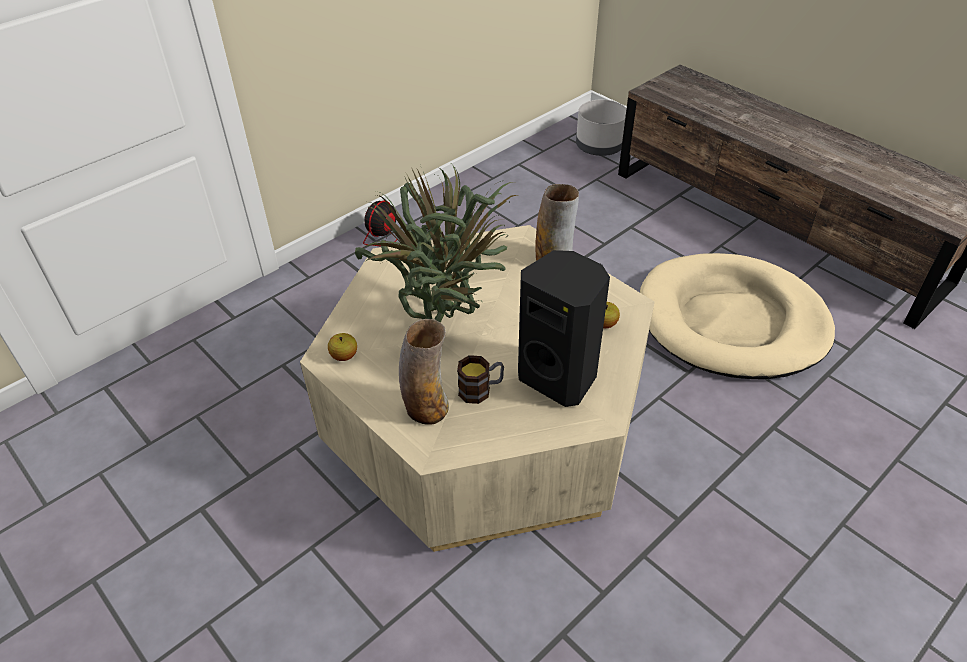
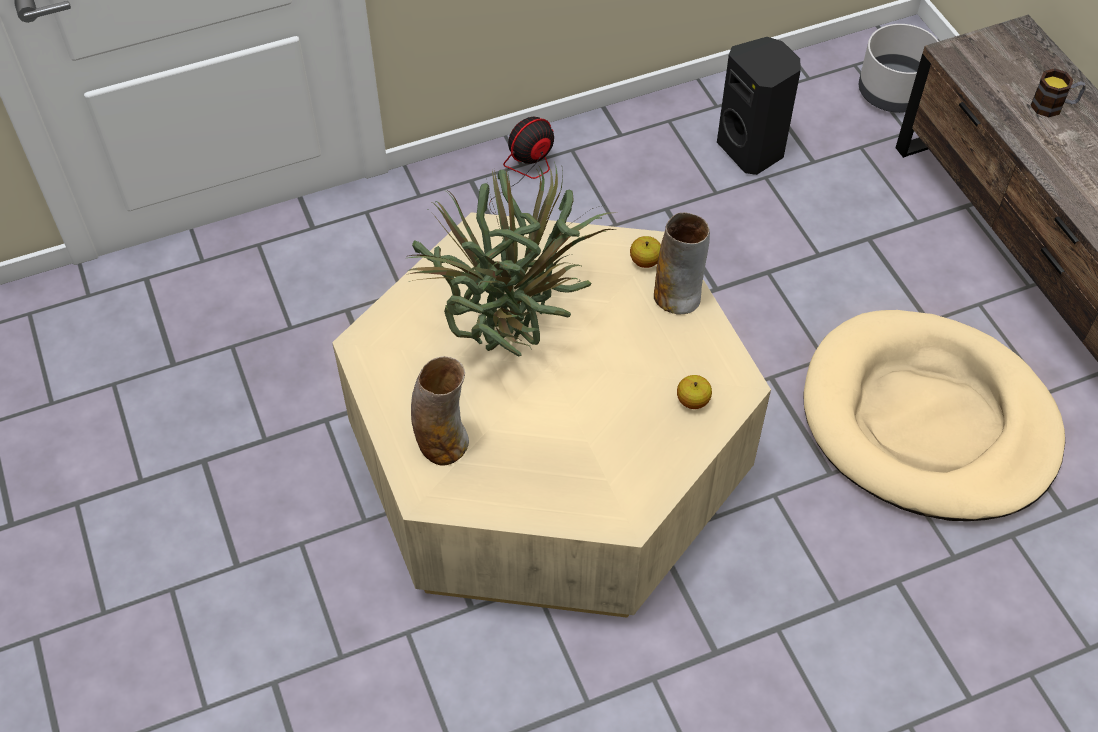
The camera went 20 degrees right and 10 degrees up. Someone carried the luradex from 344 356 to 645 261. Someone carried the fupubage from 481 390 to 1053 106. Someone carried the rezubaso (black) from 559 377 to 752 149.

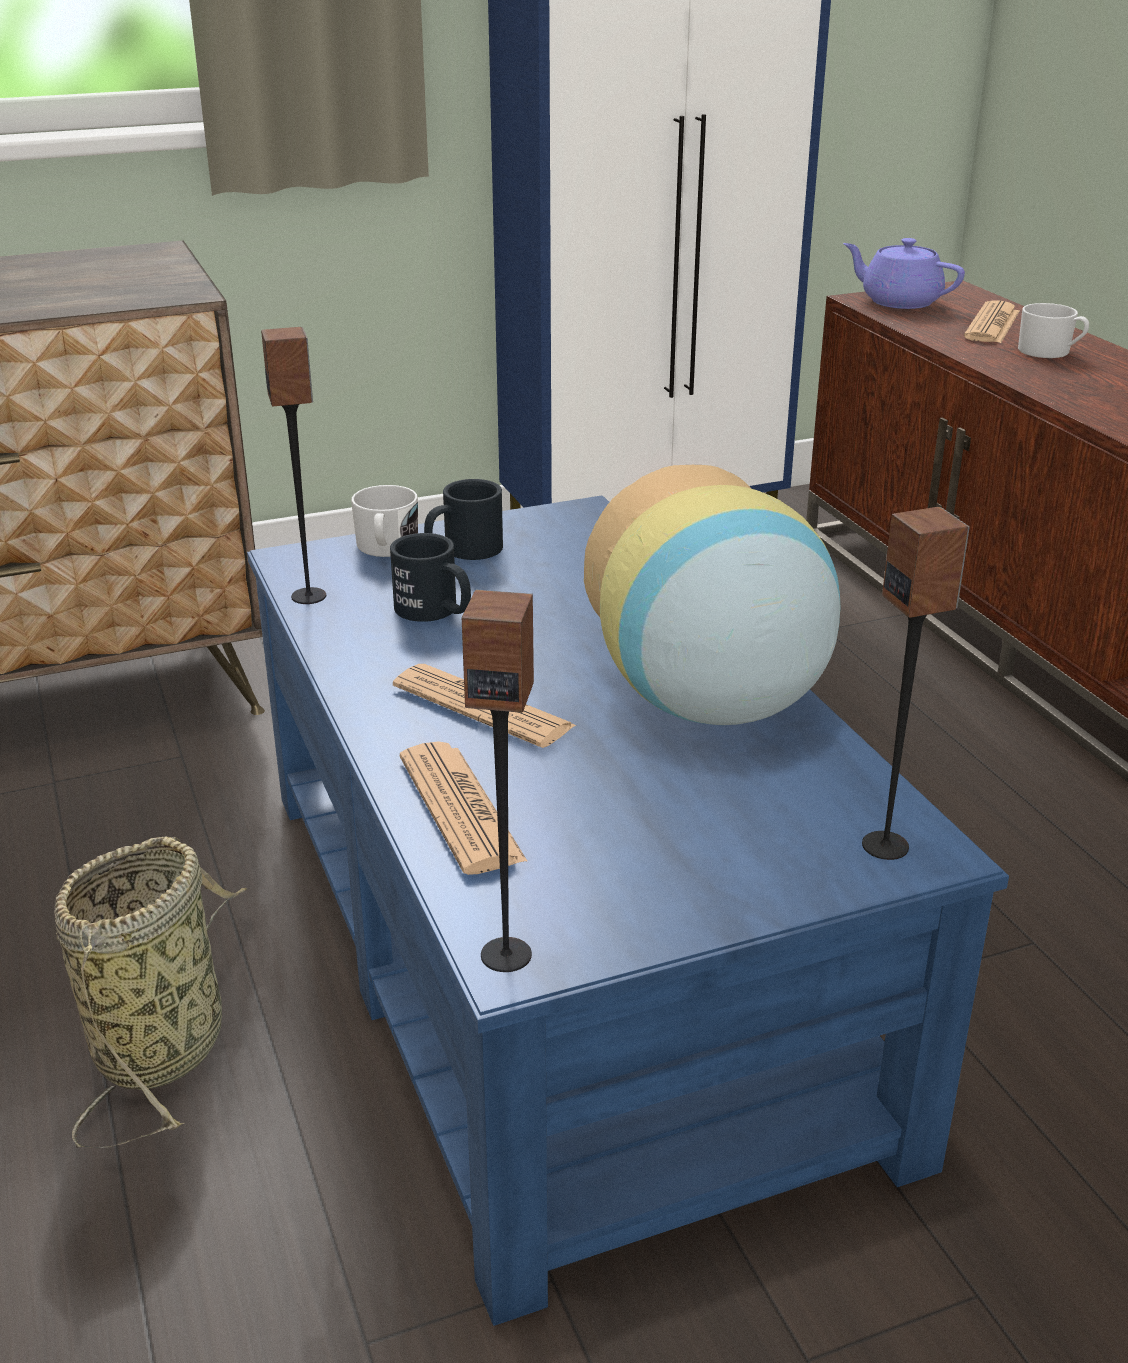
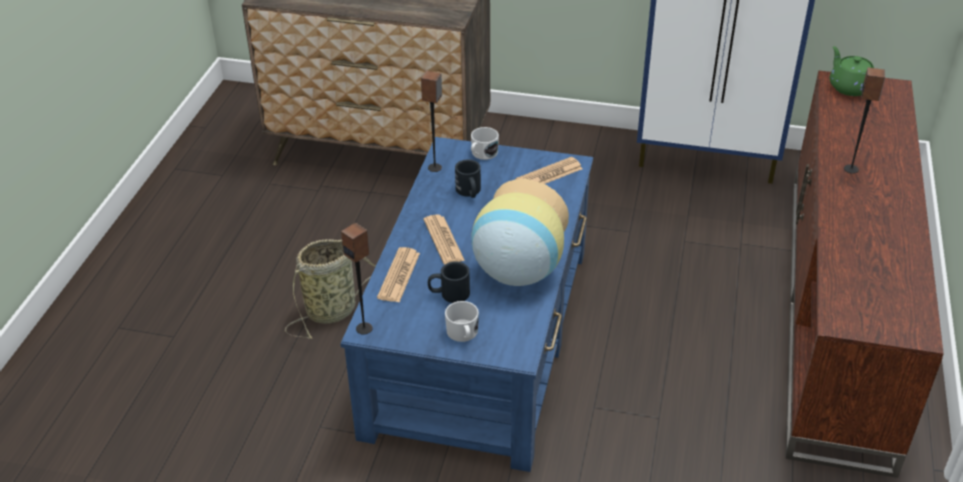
The camera went 35 degrees right and 10 degrees up. Someone carried the fupubage (black) from 463 551 to 449 294. Someone repainted the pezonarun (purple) at 899 301, which became the pezonarun (green) at 849 87. Someone carried the rezubaso from 886 846 to 851 169. Someone carried the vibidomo from 992 325 to 549 175. Someone carried the fupubage (white) from 1050 352 to 463 334.

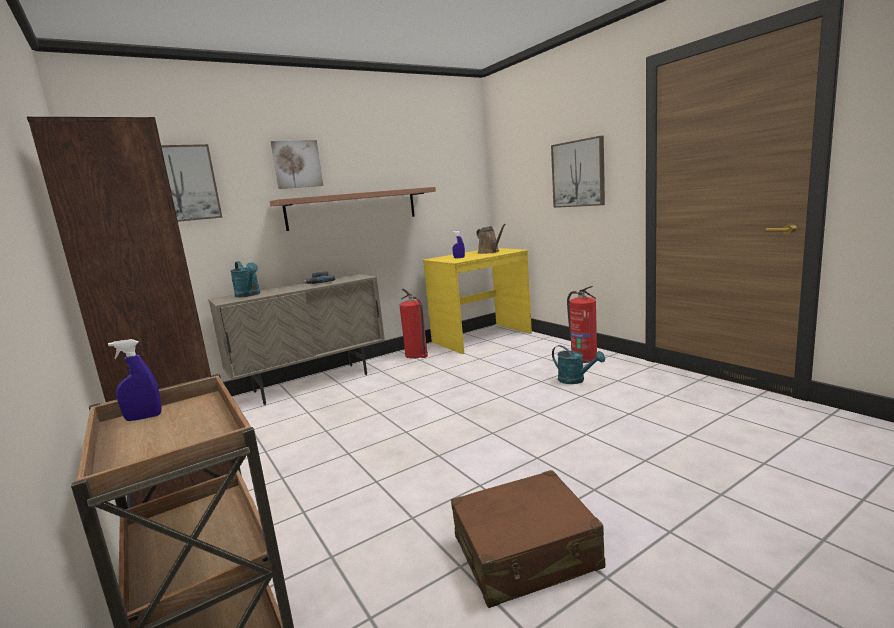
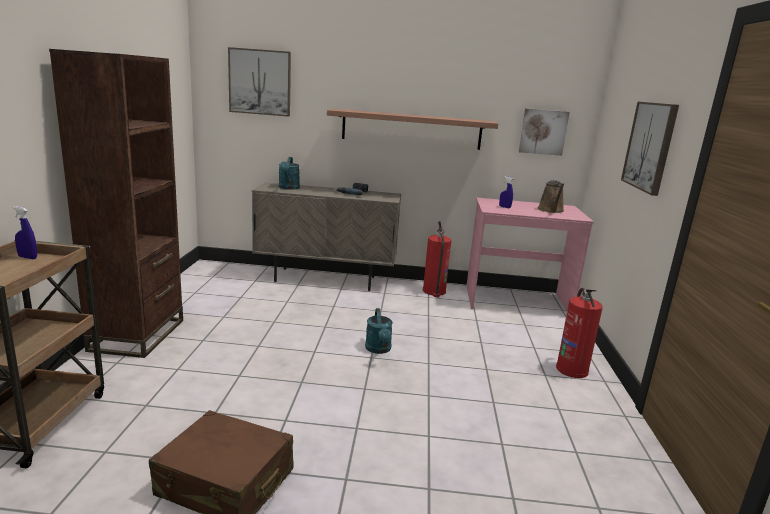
The camera went 35 degrees right and 5 degrees up. Someone carried the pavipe from 297 164 to 543 132. Someone repainted the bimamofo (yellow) at 482 338, which became the bimamofo (pink) at 516 301. Someone carried the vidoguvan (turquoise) from 575 380 to 379 350.

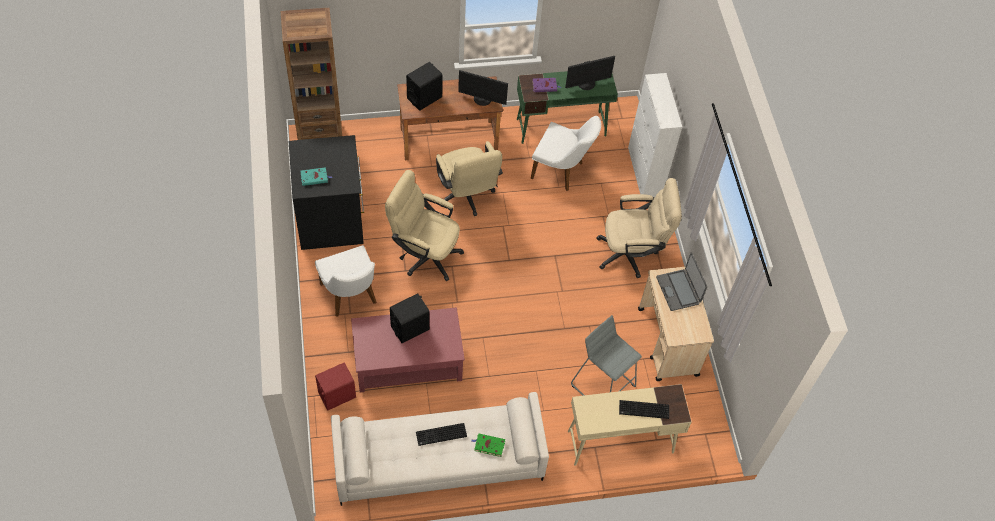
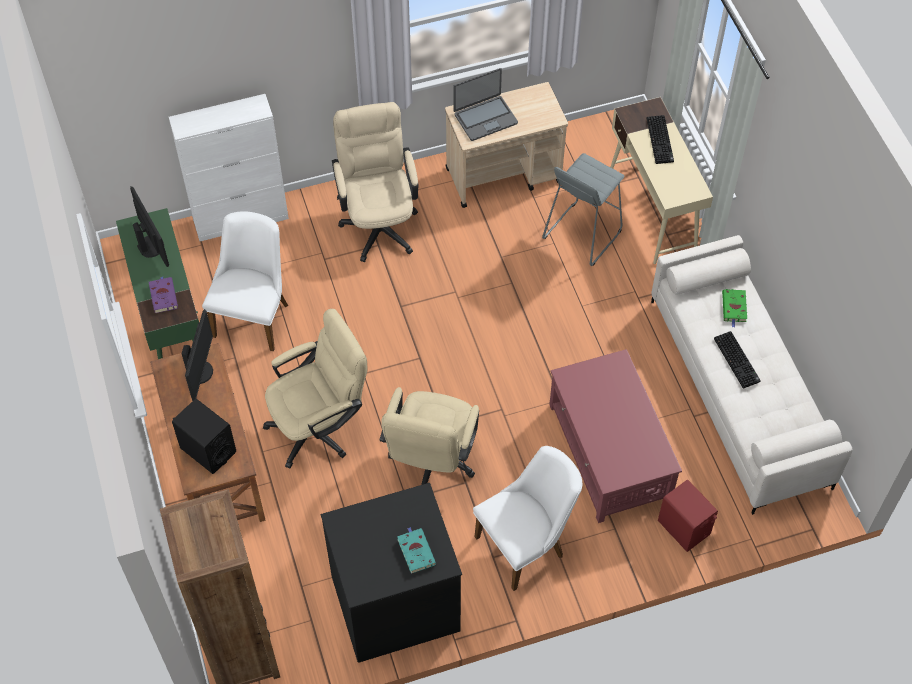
The camera went 95 degrees left and 0 degrees up. Someone took away the rezubaso (black) at 410 328.

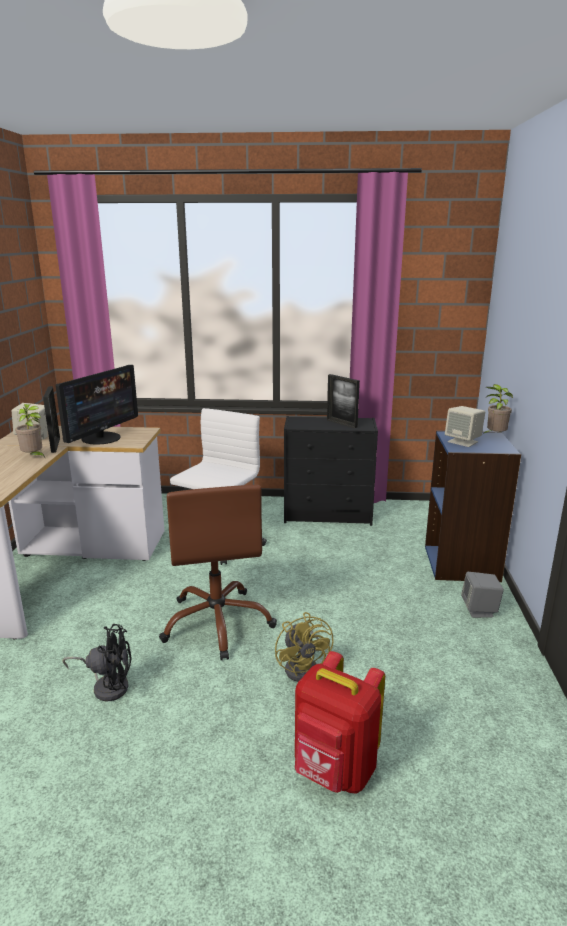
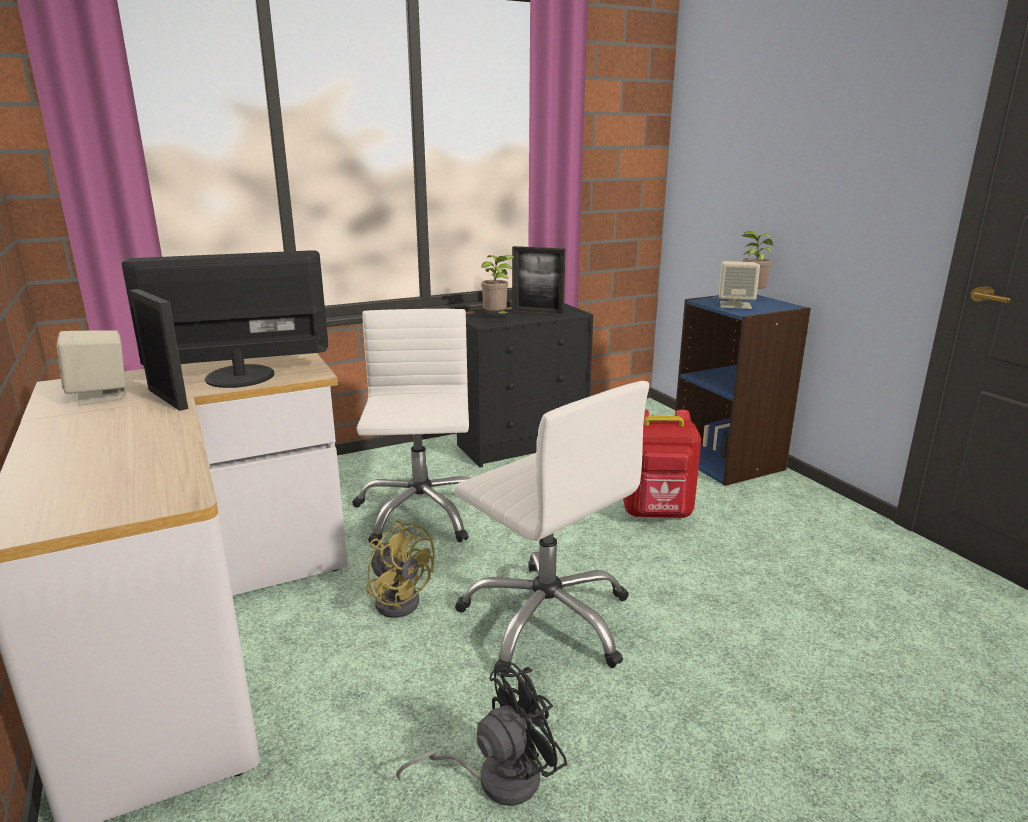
The camera went 30 degrees left and 0 degrees up. Someone carried the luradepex from 34 457 to 496 317. Someone rotated the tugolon at 102 438 by 105 degrees counterclockwise. Someone repainted the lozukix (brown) at 218 623, which became the lozukix (white) at 547 620. Someone carried the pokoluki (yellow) from 305 667 to 399 598. Someone carried the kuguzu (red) from 334 771 to 657 513. Someone took away the rezubaso (grey) at 479 610.

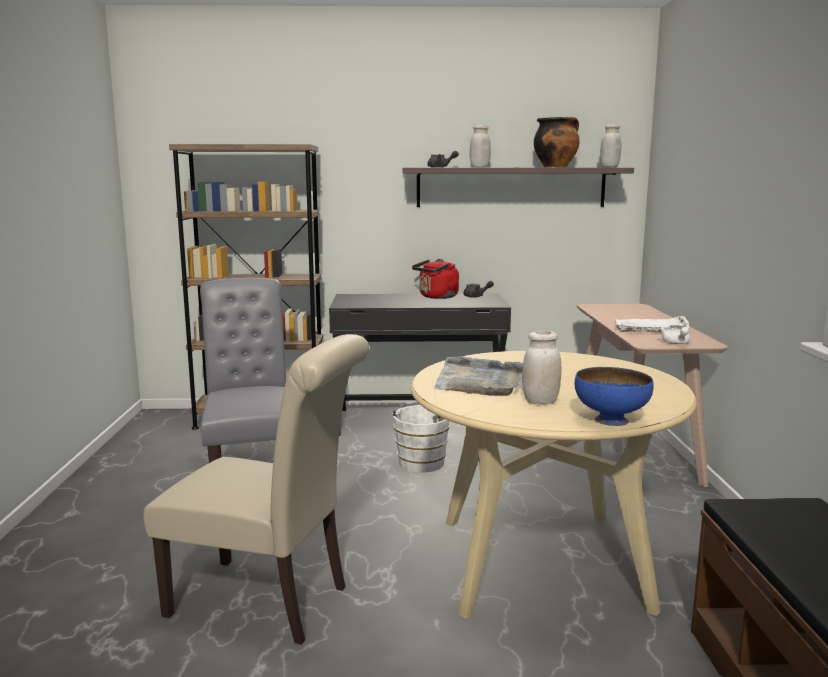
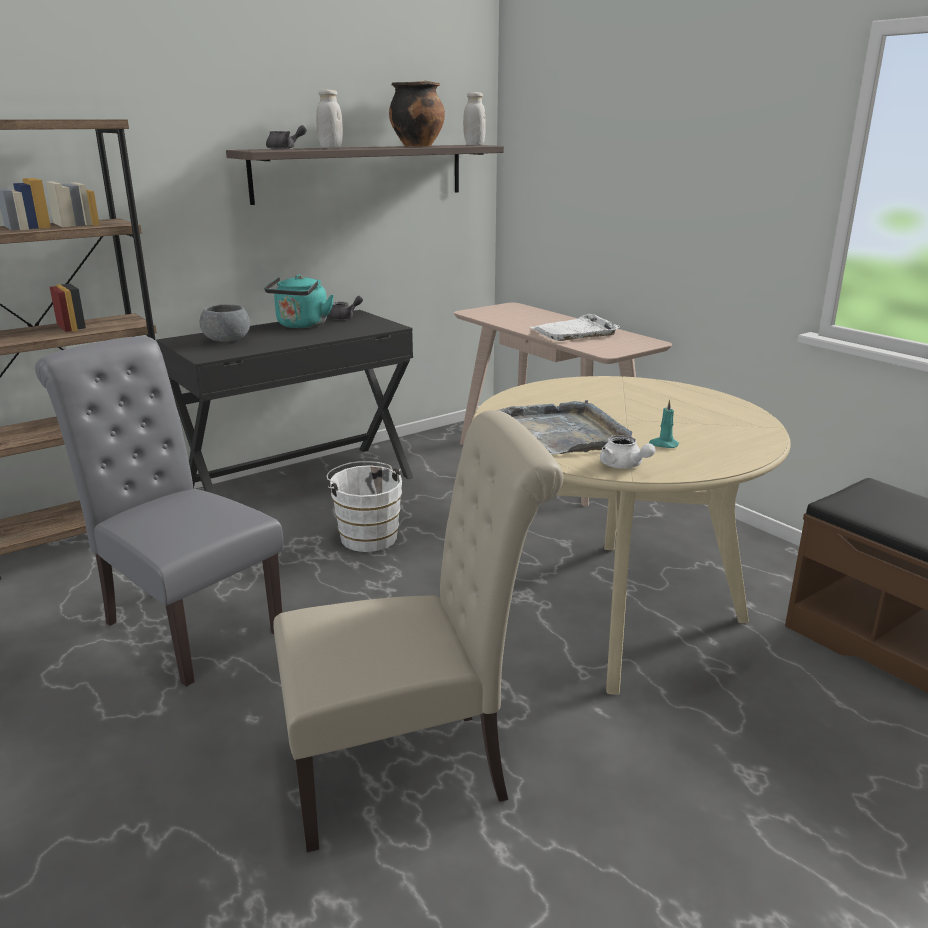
The camera went 35 degrees left and 10 degrees up. Someone repainted the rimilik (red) at 437 297, which became the rimilik (turquoise) at 301 325. Someone swapped the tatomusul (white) at 540 401 for the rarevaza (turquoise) at 663 444. Someone took away the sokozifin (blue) at 610 420. Someone carried the pezonarun (white) from 676 343 to 624 466. Someone put down the sokozifin (grey) at 227 340.

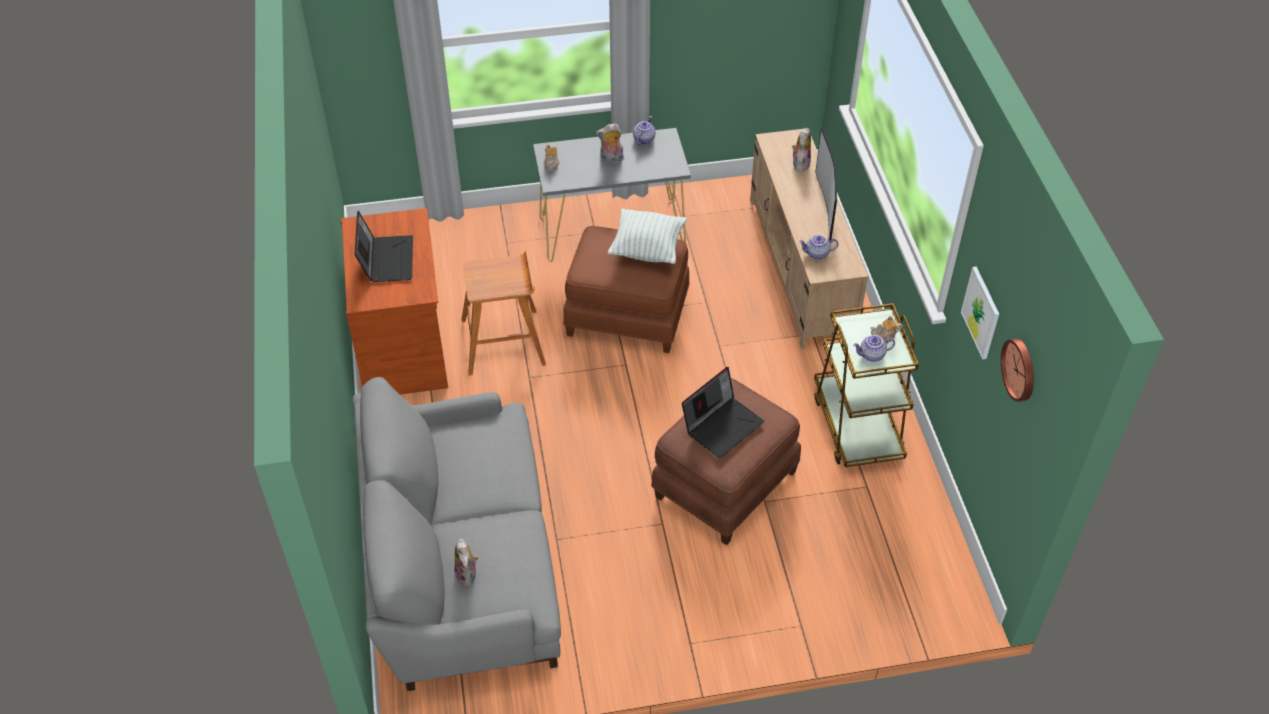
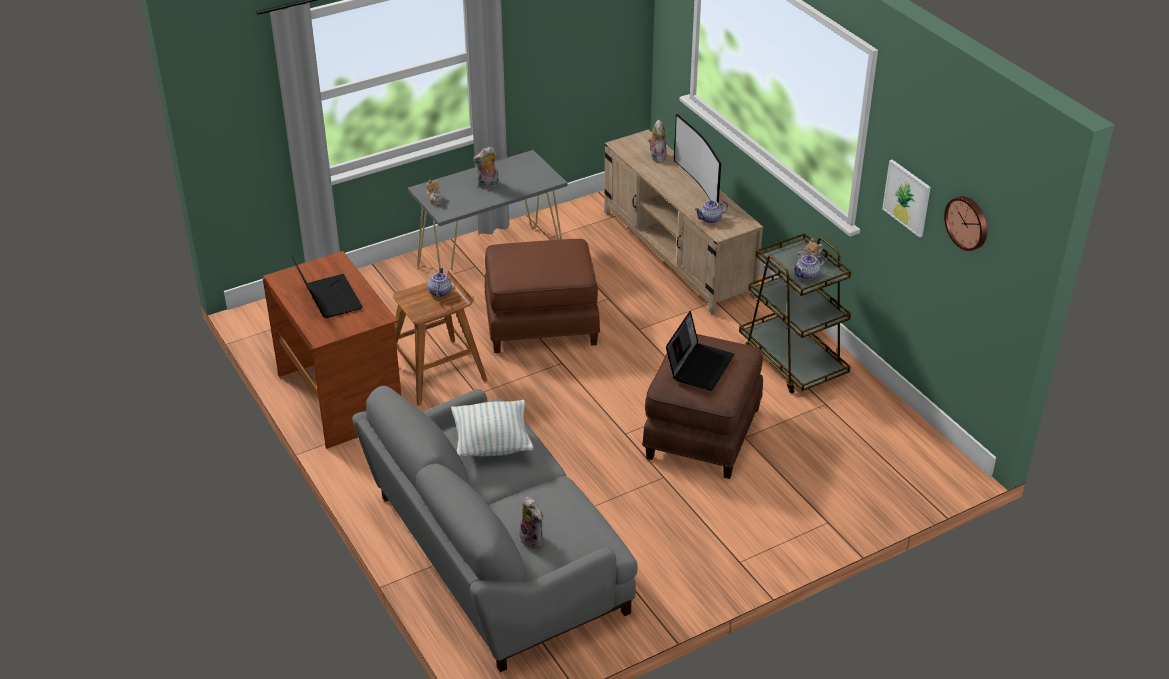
The camera went 20 degrees left and 10 degrees down. Someone carried the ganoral from 647 249 to 492 443. Someone carried the pezonarun from 643 139 to 439 292.

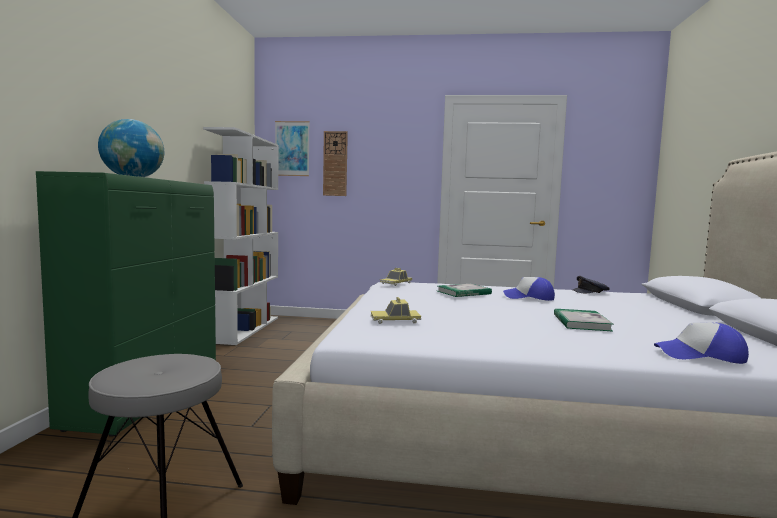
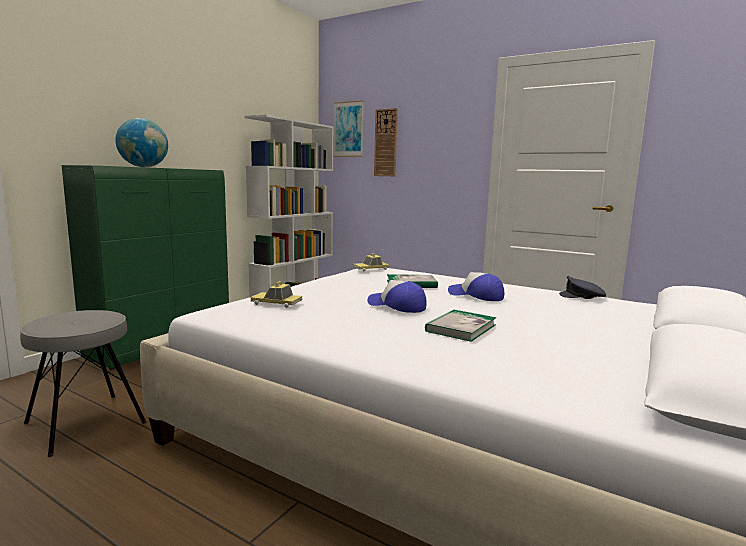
The camera went 25 degrees right and 5 degrees up. Someone carried the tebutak from 700 356 to 397 306.

